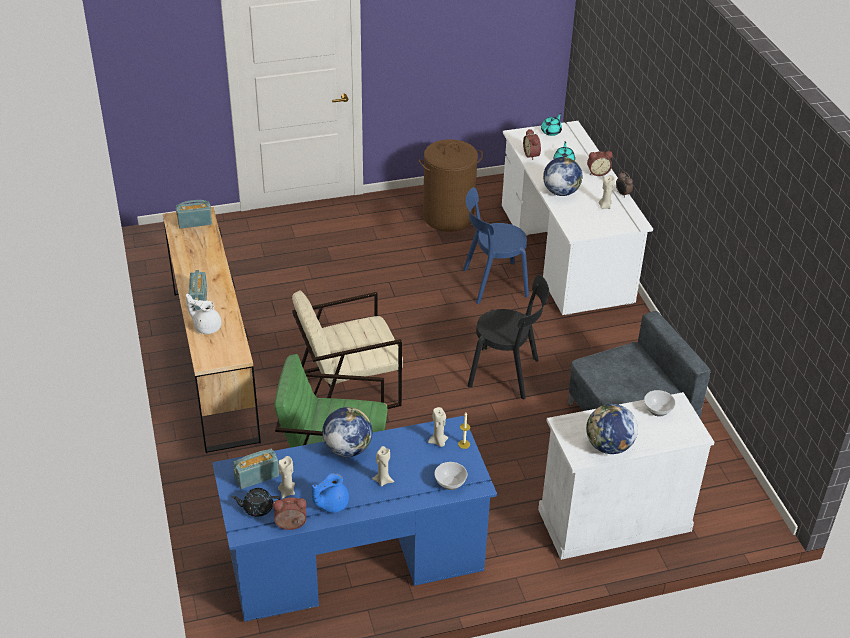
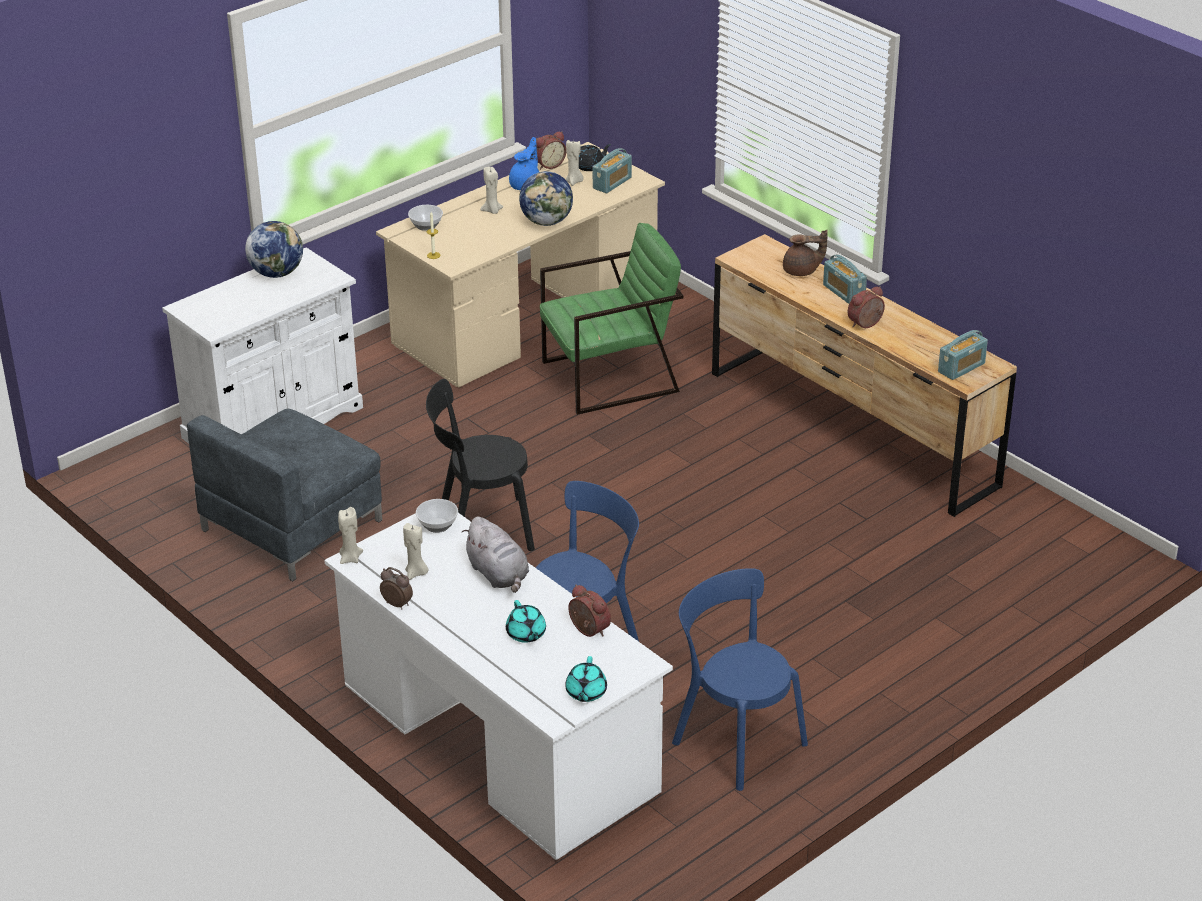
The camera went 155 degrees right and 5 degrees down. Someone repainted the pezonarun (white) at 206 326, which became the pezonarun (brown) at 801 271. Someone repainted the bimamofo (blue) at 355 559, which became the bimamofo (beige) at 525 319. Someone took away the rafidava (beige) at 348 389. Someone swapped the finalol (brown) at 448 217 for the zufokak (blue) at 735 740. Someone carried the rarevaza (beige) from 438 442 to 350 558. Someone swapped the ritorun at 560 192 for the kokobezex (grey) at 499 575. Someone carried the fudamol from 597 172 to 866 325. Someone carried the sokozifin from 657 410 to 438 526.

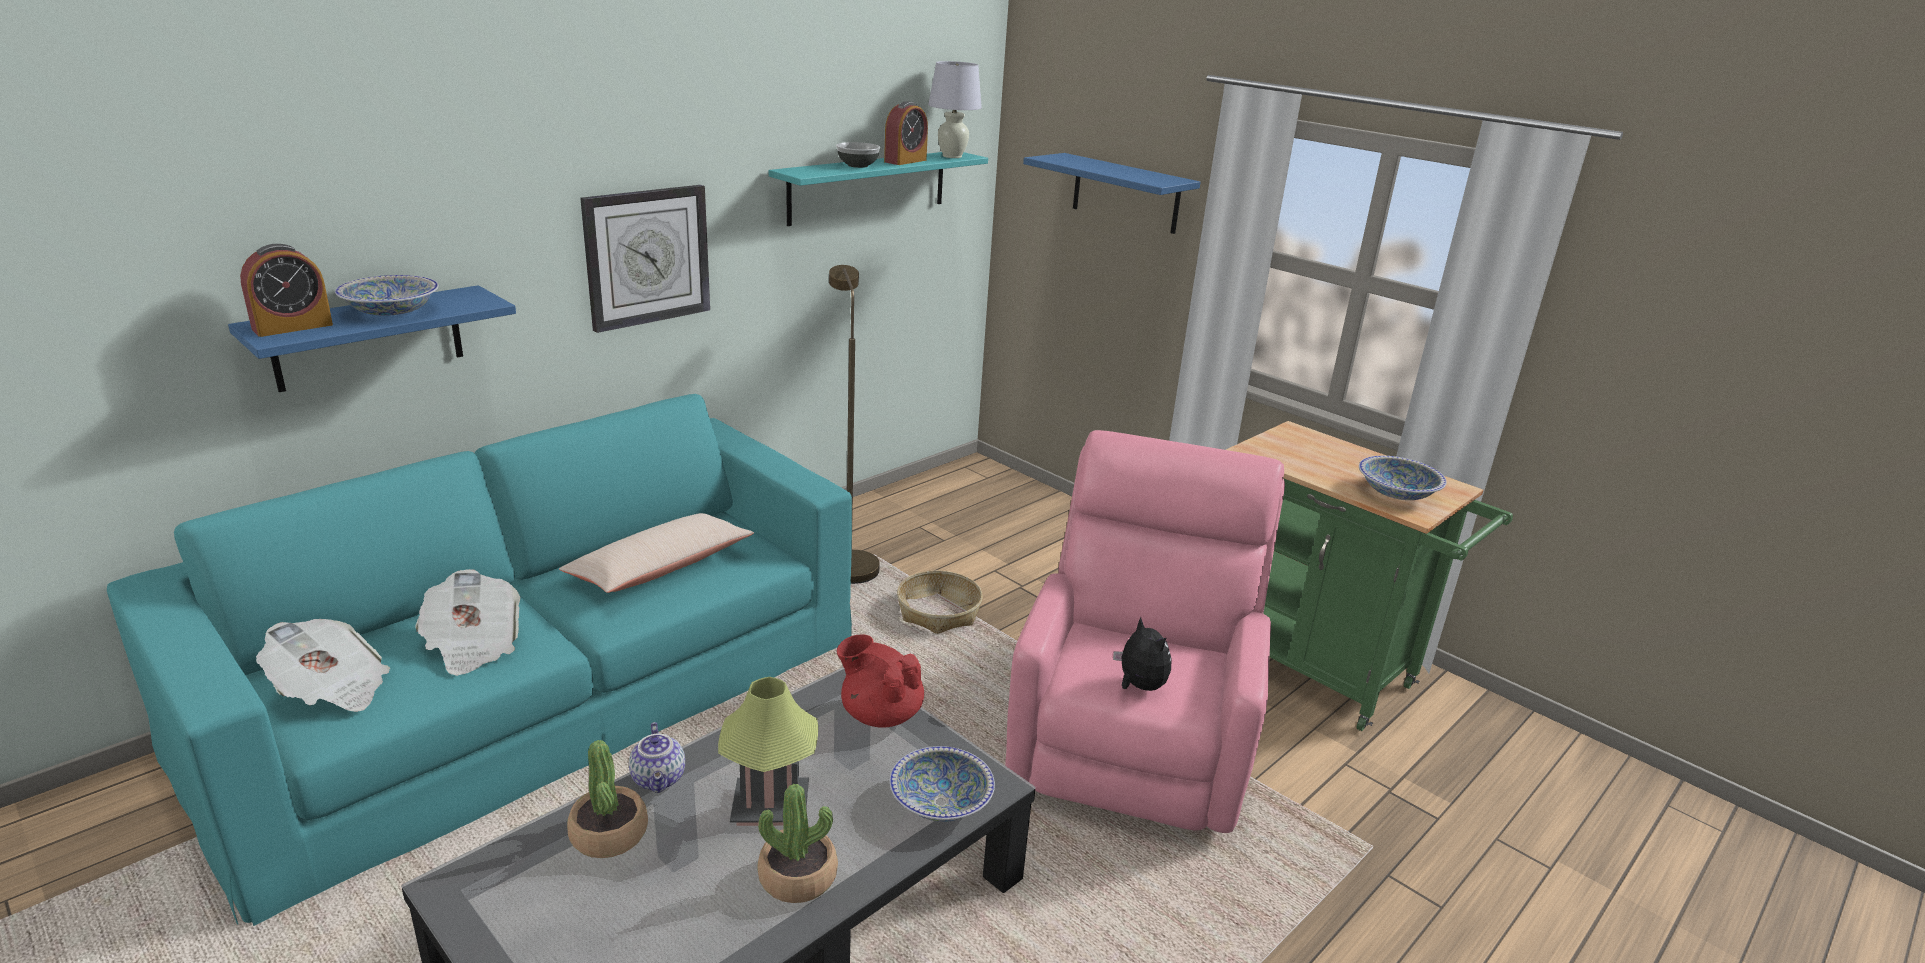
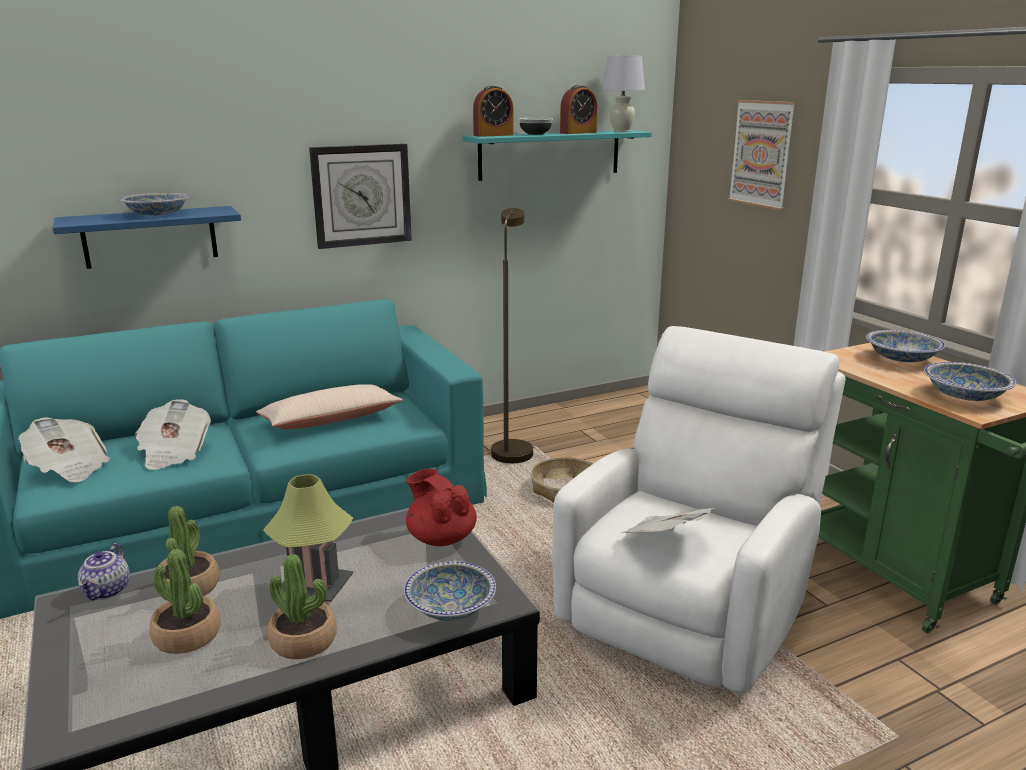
The camera went 20 degrees right and 5 degrees down. Someone carried the fudamol from 292 327 to 493 135. Someone carried the pezonarun from 660 779 to 108 591. Someone repainted the rafidava (pink) at 1132 742, which became the rafidava (white) at 689 608. Someone swapped the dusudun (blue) at 1125 193 for the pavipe at 762 154. Someone swapped the kokobezex at 1139 686 for the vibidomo at 666 542. Someone put down the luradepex at 187 636. Someone put down the sokozifin at 901 359.

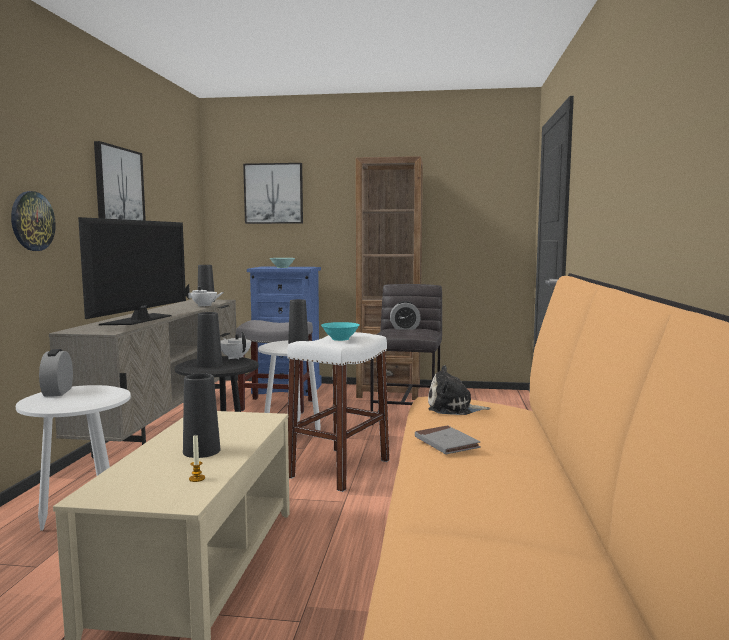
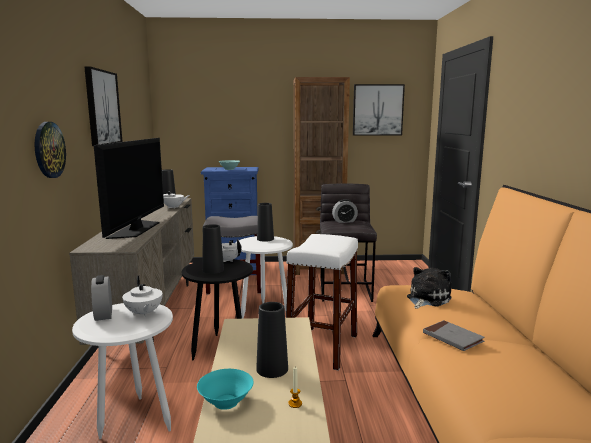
The camera went 10 degrees left and 5 degrees up. Someone carried the pavipe from 273 193 to 377 110. Someone carried the sokozifin (turquoise) from 340 339 to 226 401. Someone rotated the kokobezex at 453 408 by 135 degrees clockwise. Someone put down the pezonarun (white) at 143 313.

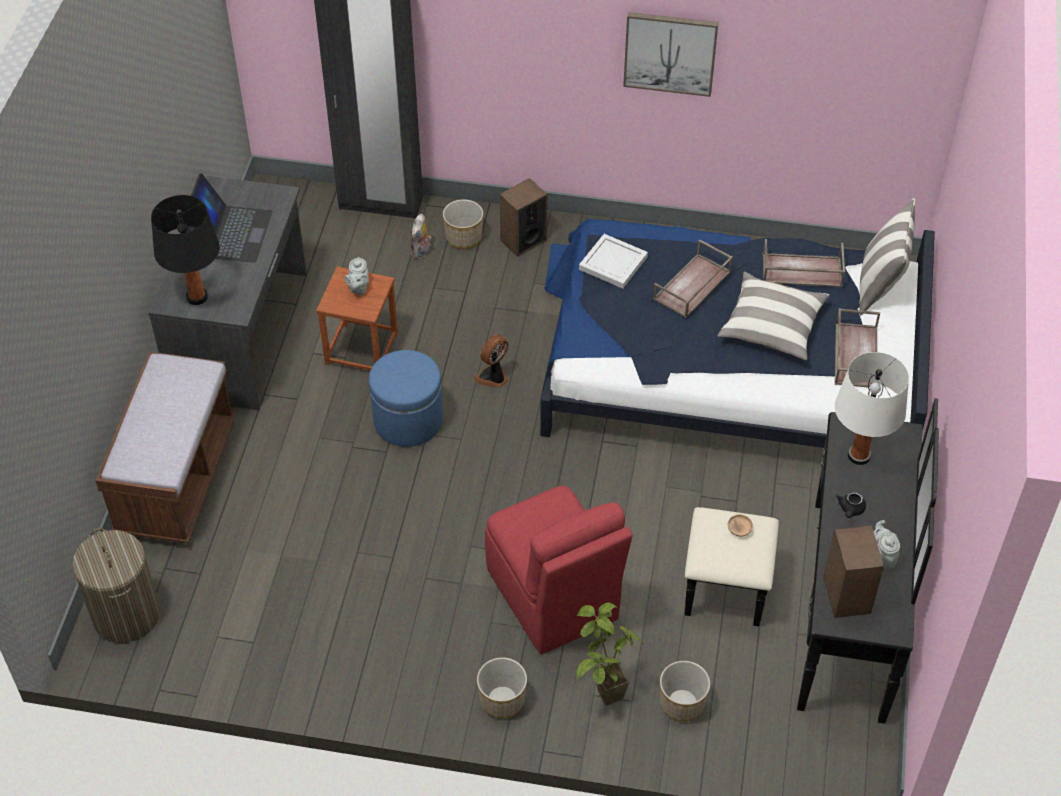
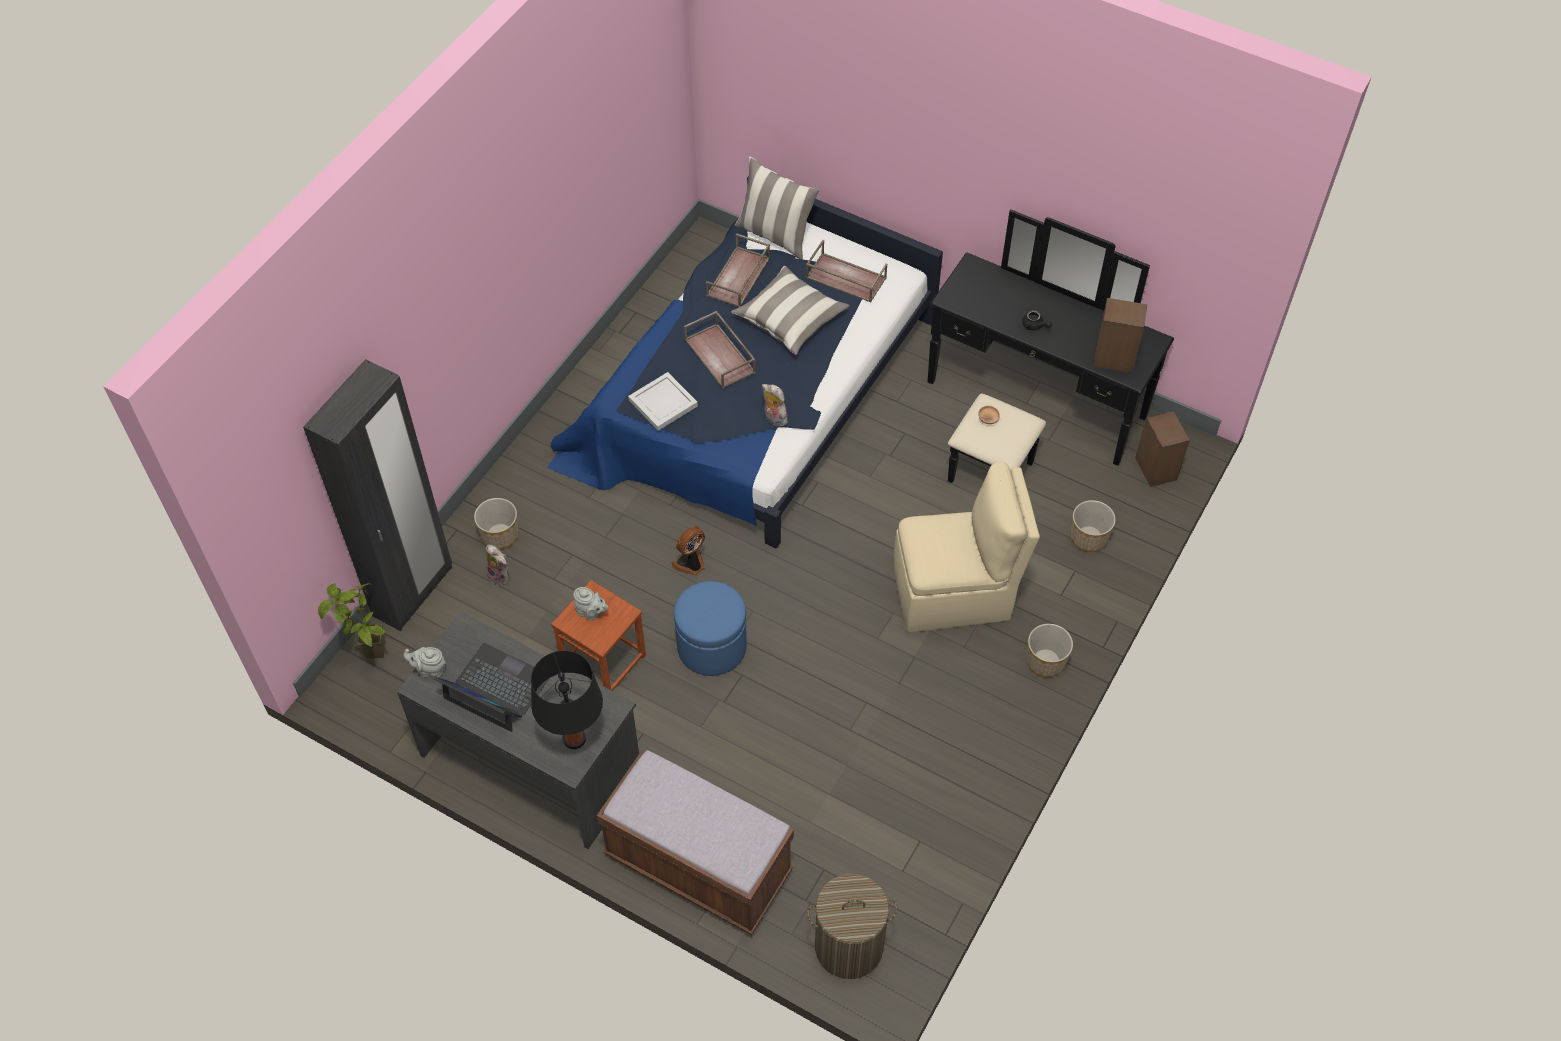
The camera went 70 degrees left and 5 degrees up. Someone rotated the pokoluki at 493 377 by 75 degrees clockwise. Someone repainted the zufokak (red) at 553 597, which became the zufokak (beige) at 955 593. Someone carried the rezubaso from 523 240 to 1155 469. Someone carried the luradepex from 600 696 to 372 659. Someone took away the pavipe at 670 52. Someone took away the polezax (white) at 859 456. Someone carried the pezonarun (grey) from 882 557 to 430 670. Someone put down the kokobezex at 773 418.

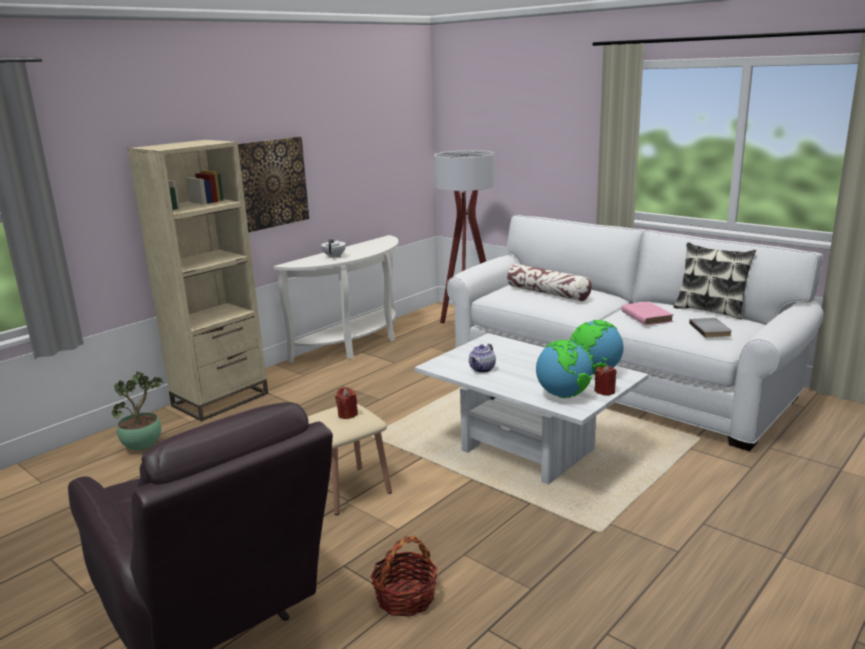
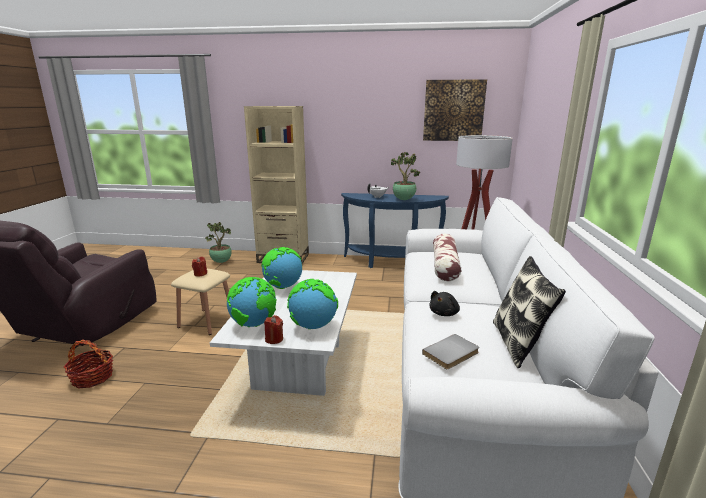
The camera went 55 degrees right and 0 degrees up. Someone carried the pavipe from 269 183 to 453 110. Someone repainted the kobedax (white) at 356 345, which became the kobedax (blue) at 391 263. Someone swapped the pezonarun at 482 369 for the ritorun at 282 287. Someone swapped the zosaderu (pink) at 645 316 for the kokobezex (black) at 444 313. Someone put down the luradepex at 403 199.

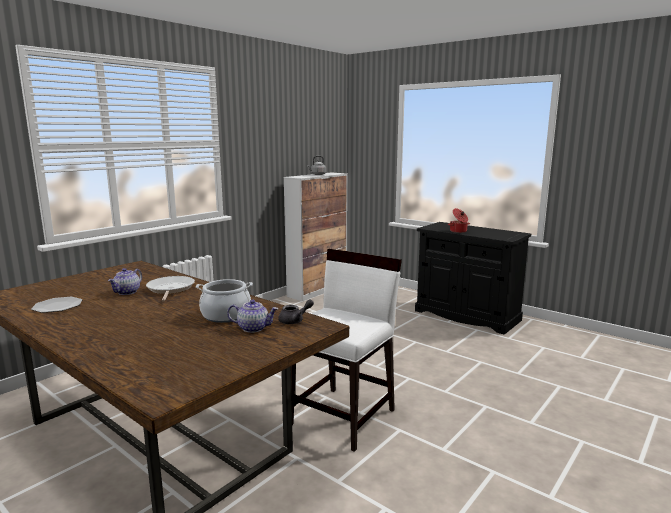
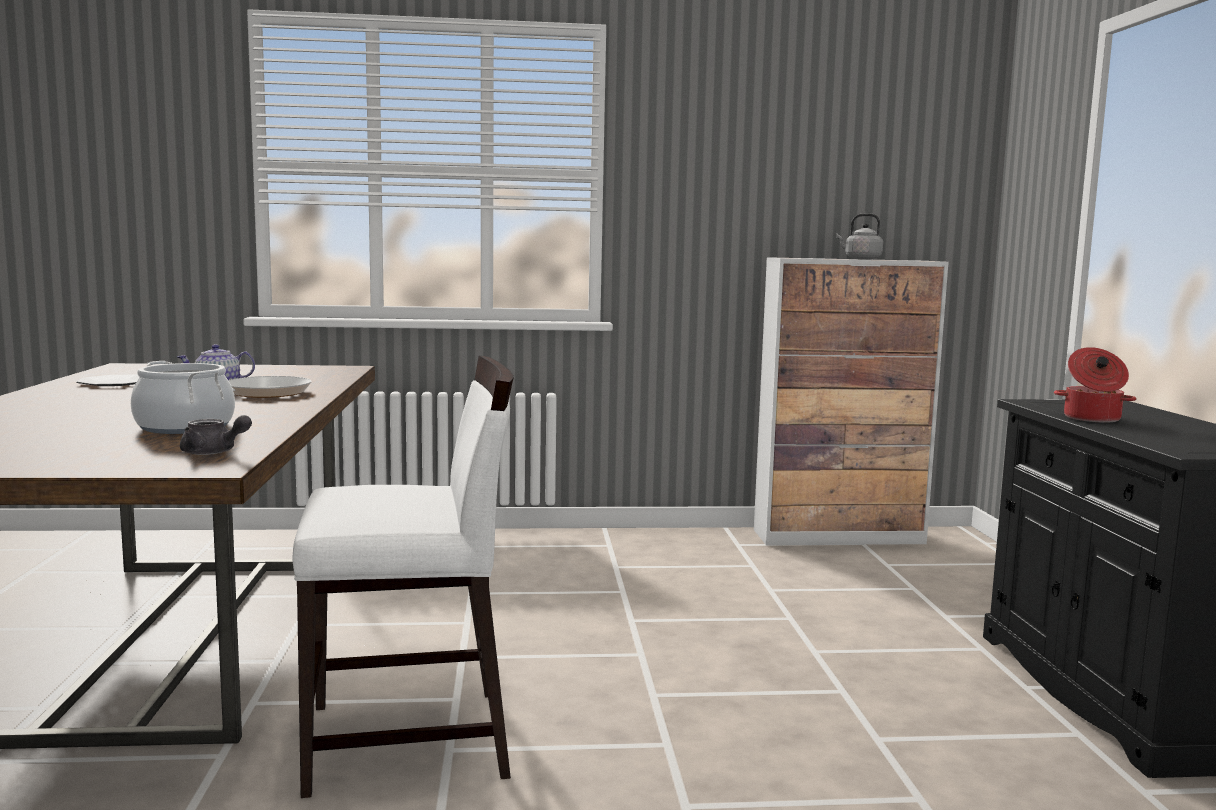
The camera went 45 degrees right and 5 degrees down. Someone took away the pezonarun at 253 328.

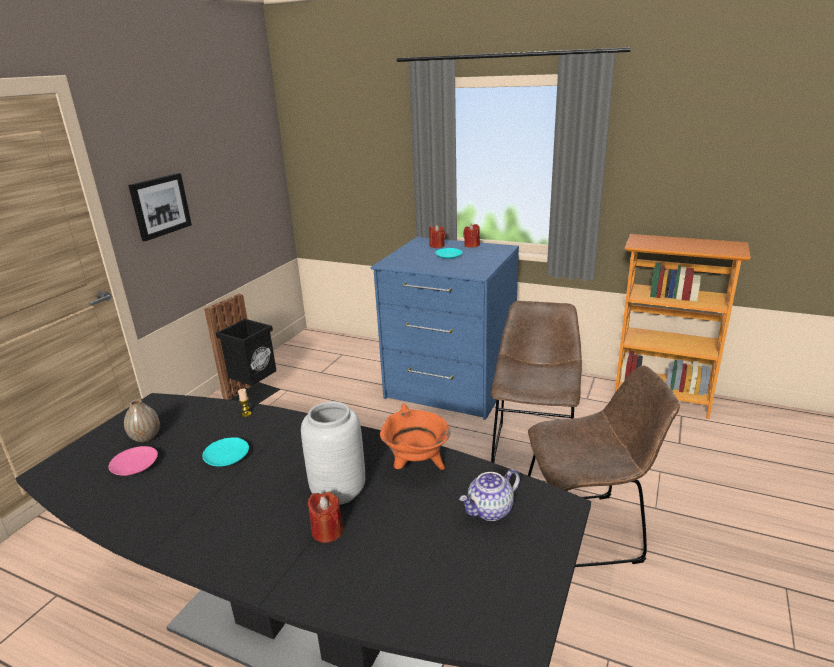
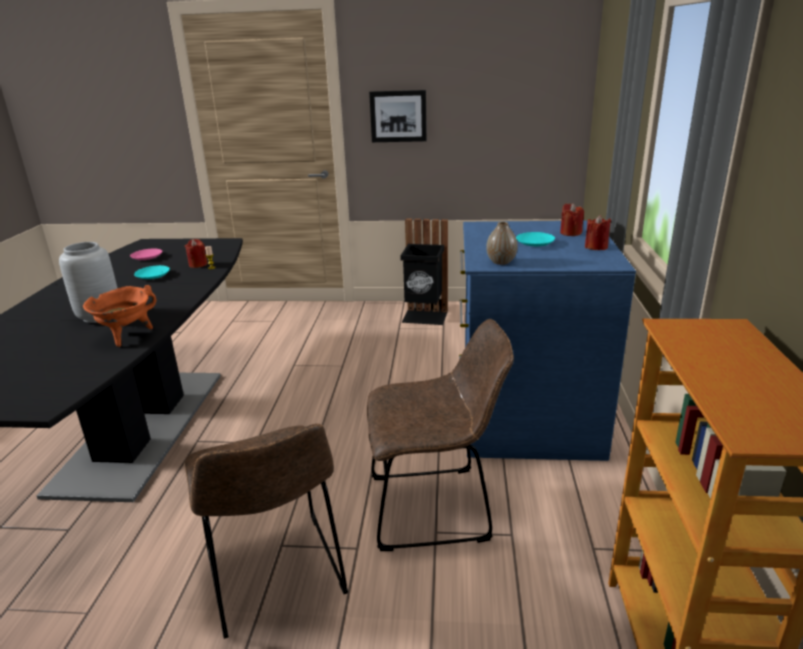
The camera went 70 degrees right and 0 degrees up. Someone carried the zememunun from 146 437 to 501 262. Someone carried the rarevaza (red) from 327 531 to 198 265. Someone took away the pezonarun at 490 511.

